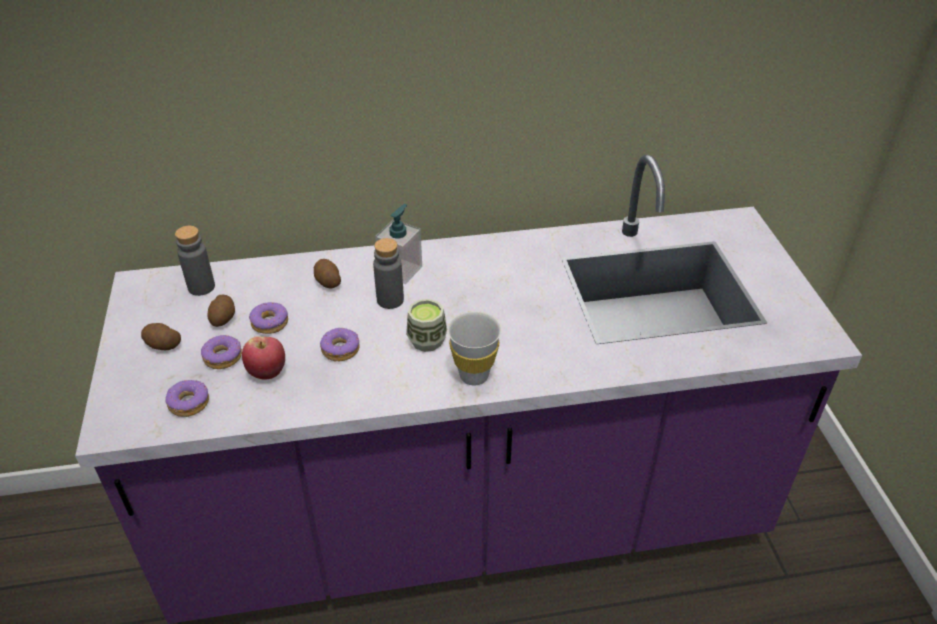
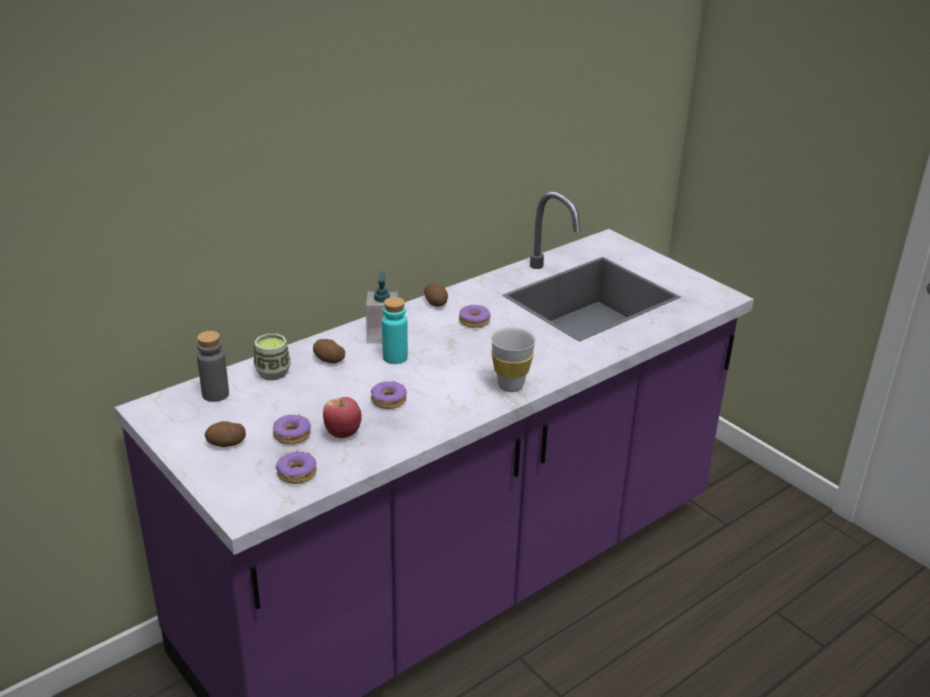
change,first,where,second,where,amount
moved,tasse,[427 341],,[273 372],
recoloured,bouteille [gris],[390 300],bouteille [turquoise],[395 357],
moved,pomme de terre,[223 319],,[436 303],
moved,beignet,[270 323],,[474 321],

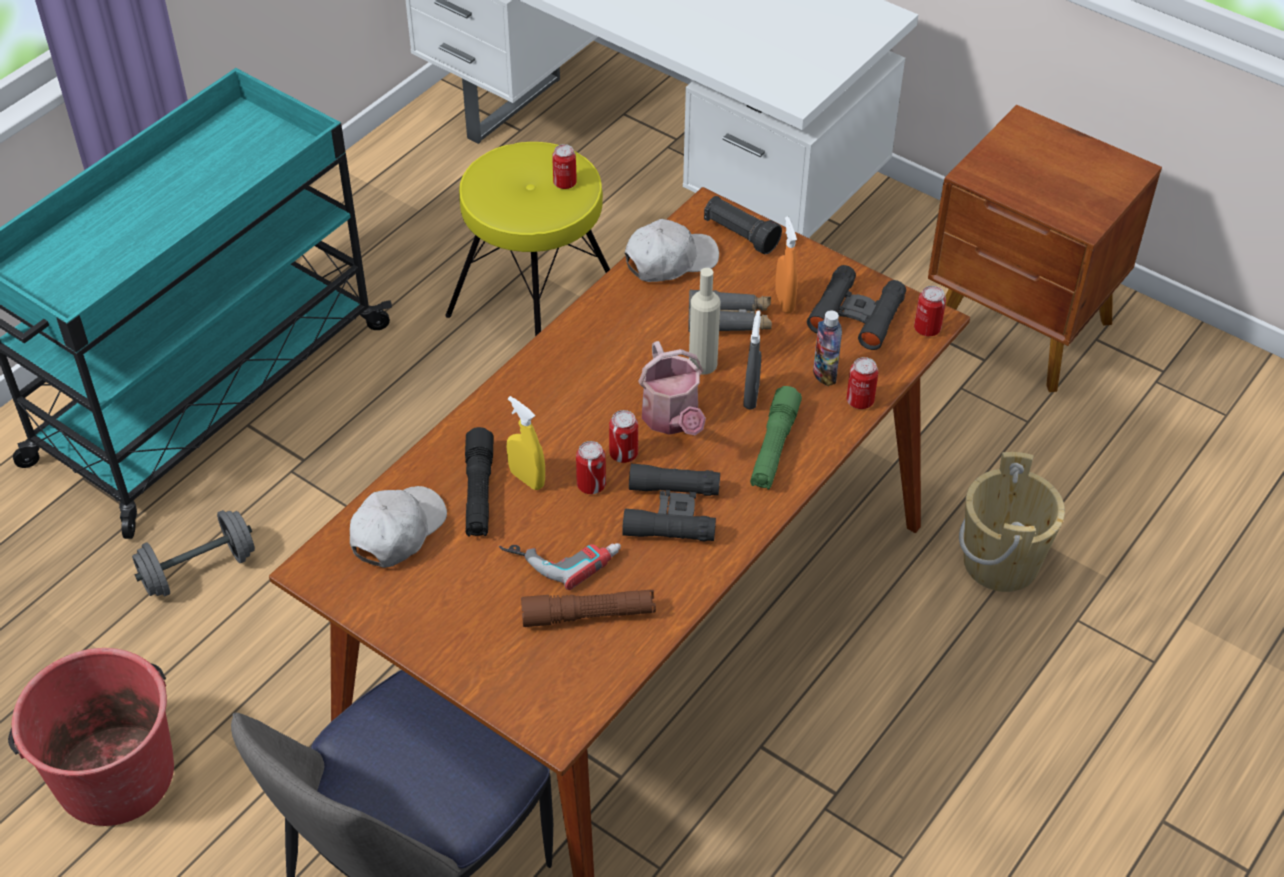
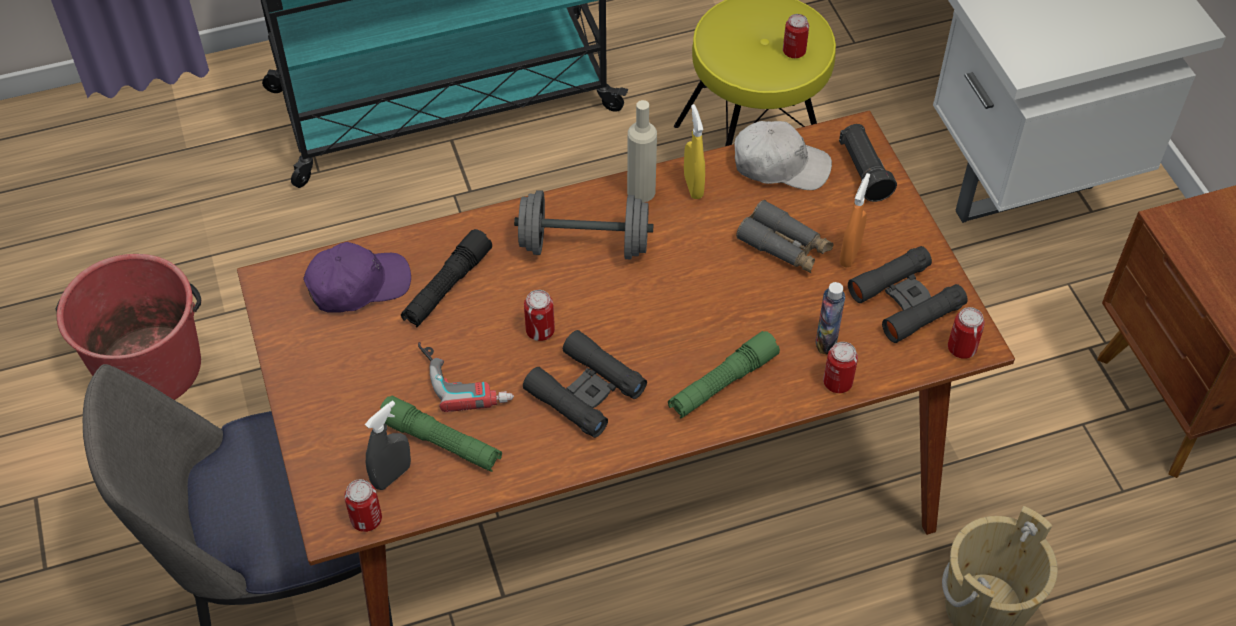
change,first,where,second,where,amount
recoloured,casquette [blanc],[397 531],casquette [violet],[357 285],
moved,boîte métallique,[623 454],,[366 519],
moved,vaporisateur [gris],[751 396],,[392 476],
recoloured,lampe de poche [marron],[588 615],lampe de poche [vert],[441 442],
moved,haltère [gris],[199 570],,[584 245],
moved,bouteille [beige],[703 364],,[641 191],
moved,vaporisateur [jaune],[527 479],,[693 186],
removed,arrosoir,[673 419],,,

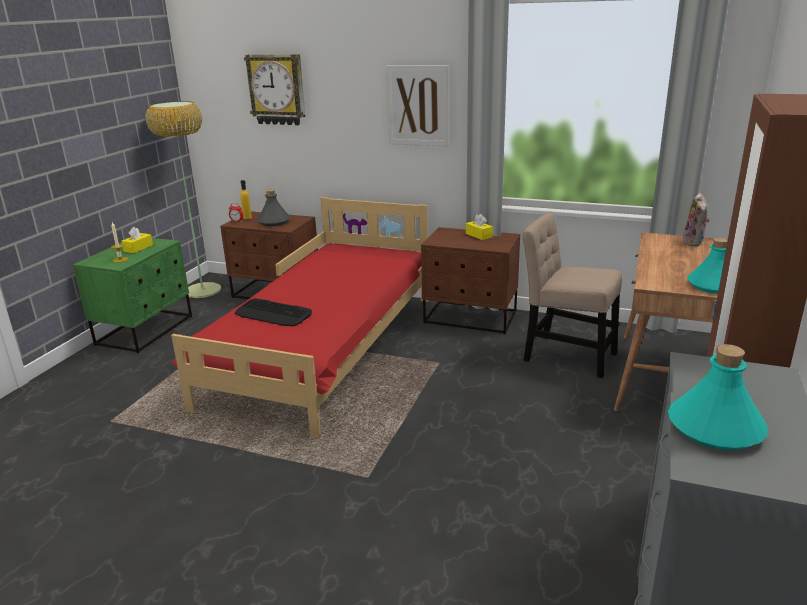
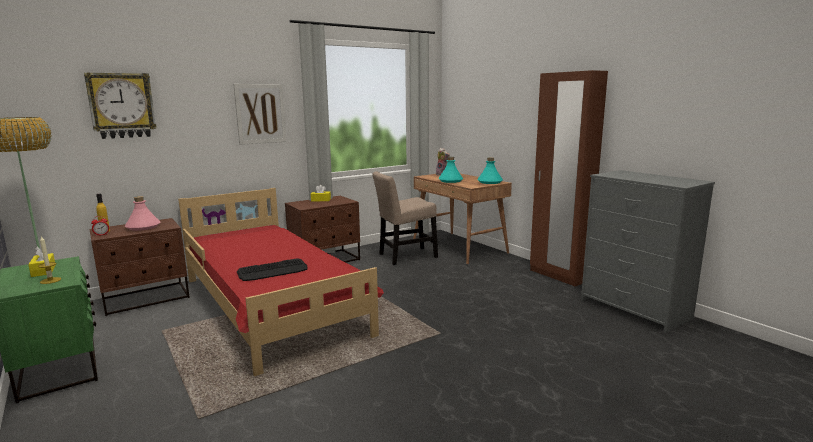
change,first,where,second,where,amount
recoloured,bouteille [gris],[274 222],bouteille [rose],[143 227],
moved,bouteille [turquoise],[715 428],,[450 181],

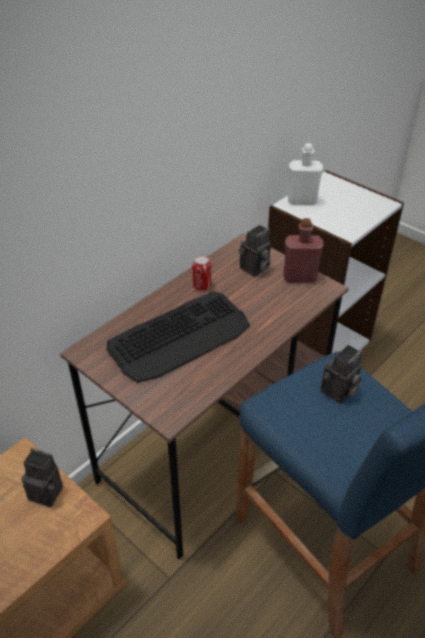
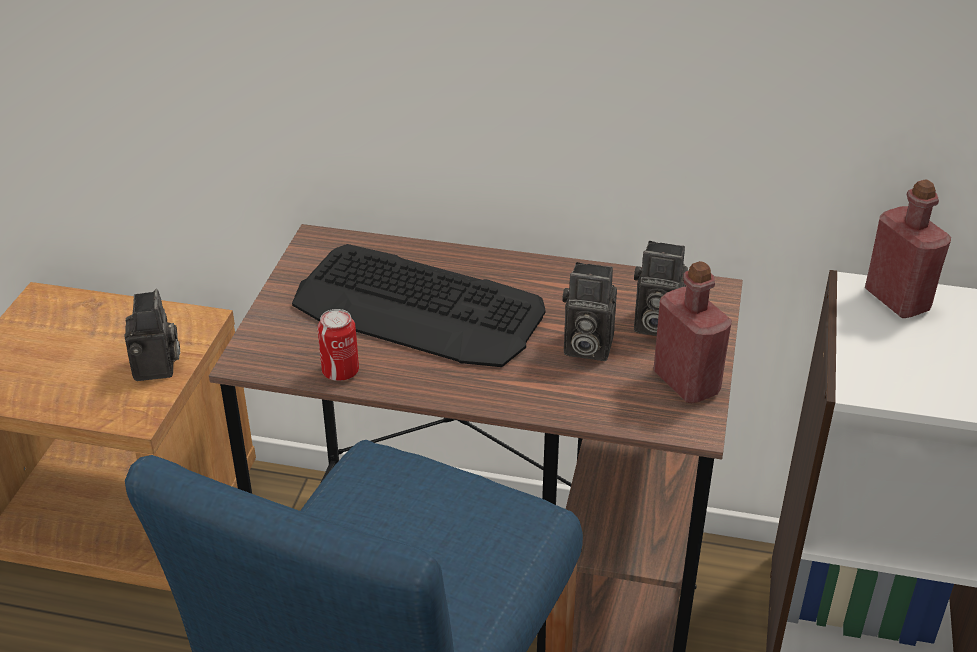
change,first,where,second,where,amount
moved,boîte métallique,[202 286],,[340 371],
moved,appareil photo,[338 392],,[585 347],
recoloured,bouteille [blanc],[302 200],bouteille [rouge],[897 300],

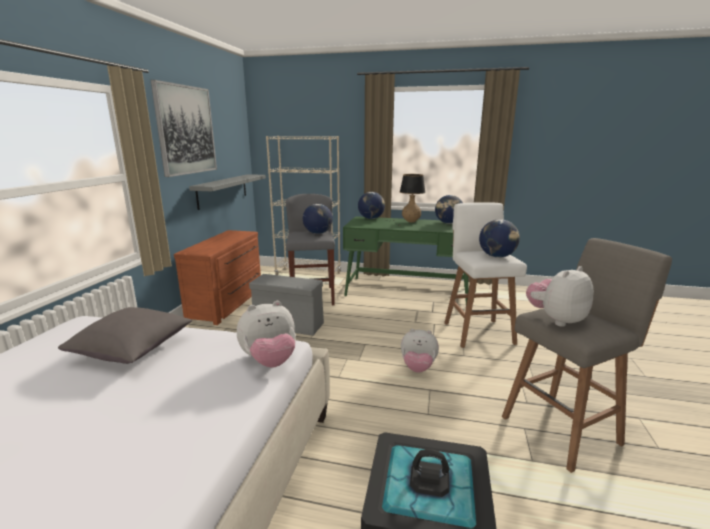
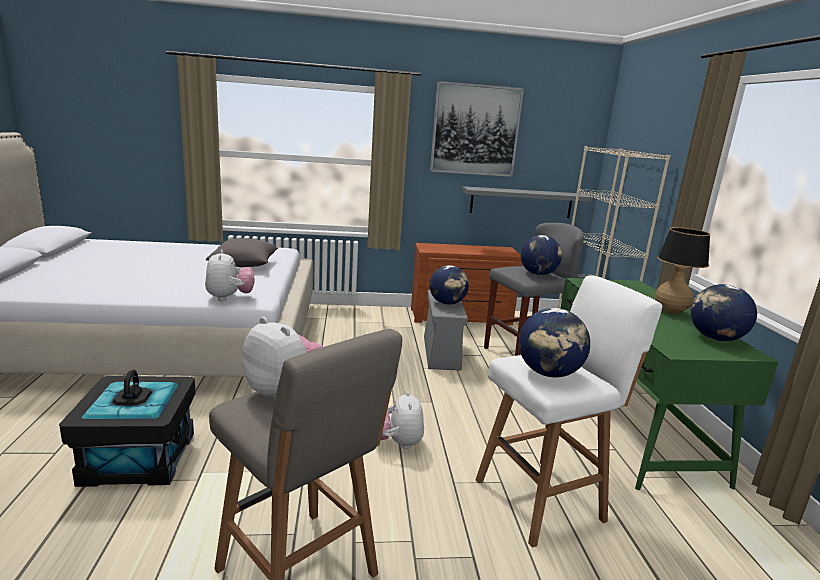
change,first,where,second,where,amount
turned,peluche,[270 361],,[229 298],150 degrees counterclockwise
moved,globe,[371 218],,[447 303],

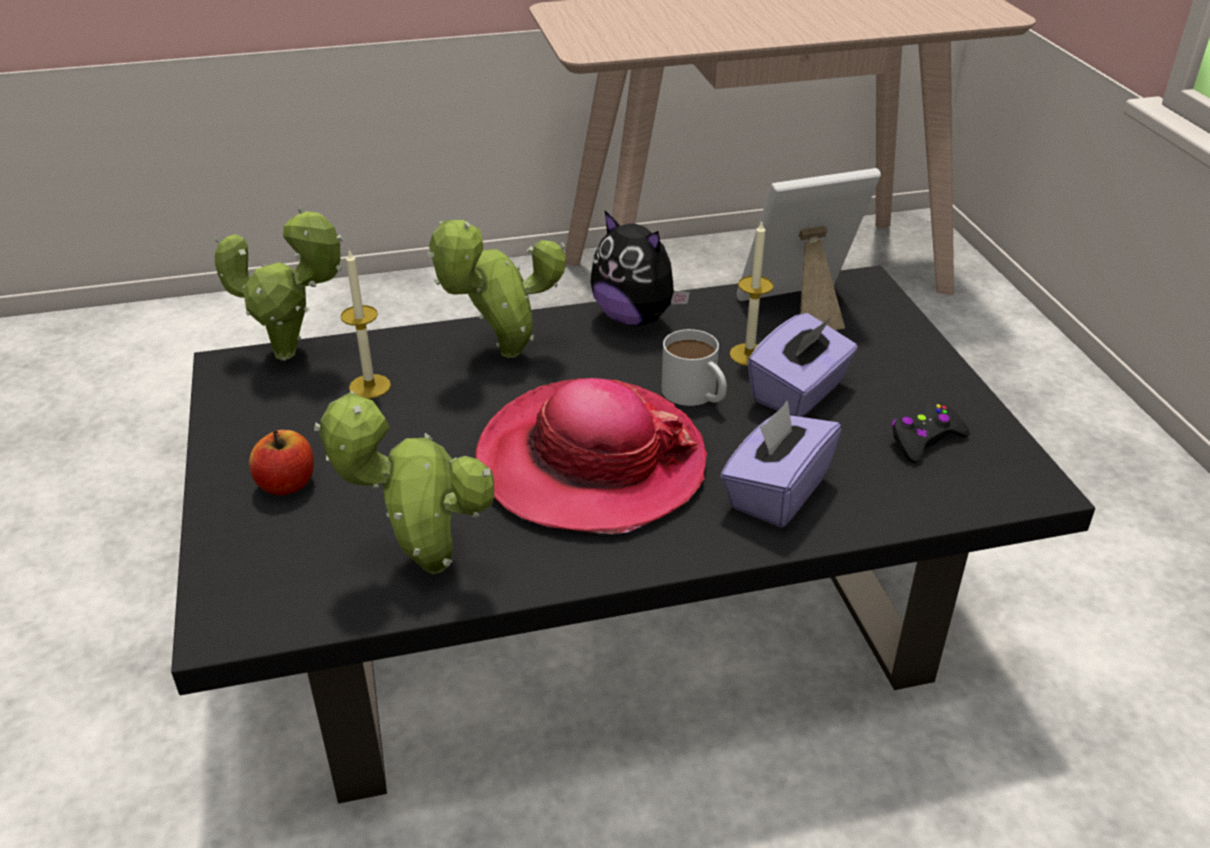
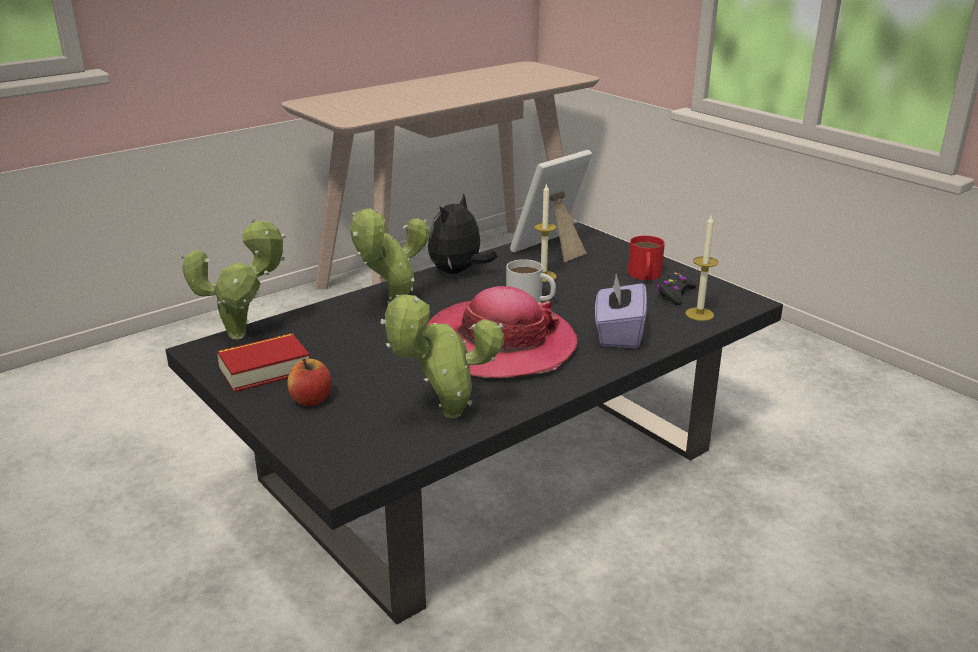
change,first,where,second,where,amount
added,,,livre,[264 370],
turned,peluche,[635 318],,[458 272],105 degrees clockwise
added,,,mug [rouge],[645 276],
moved,bougie,[370 386],,[699 314],
removed,boîte à mouchoirs [violet],[799 393],,,

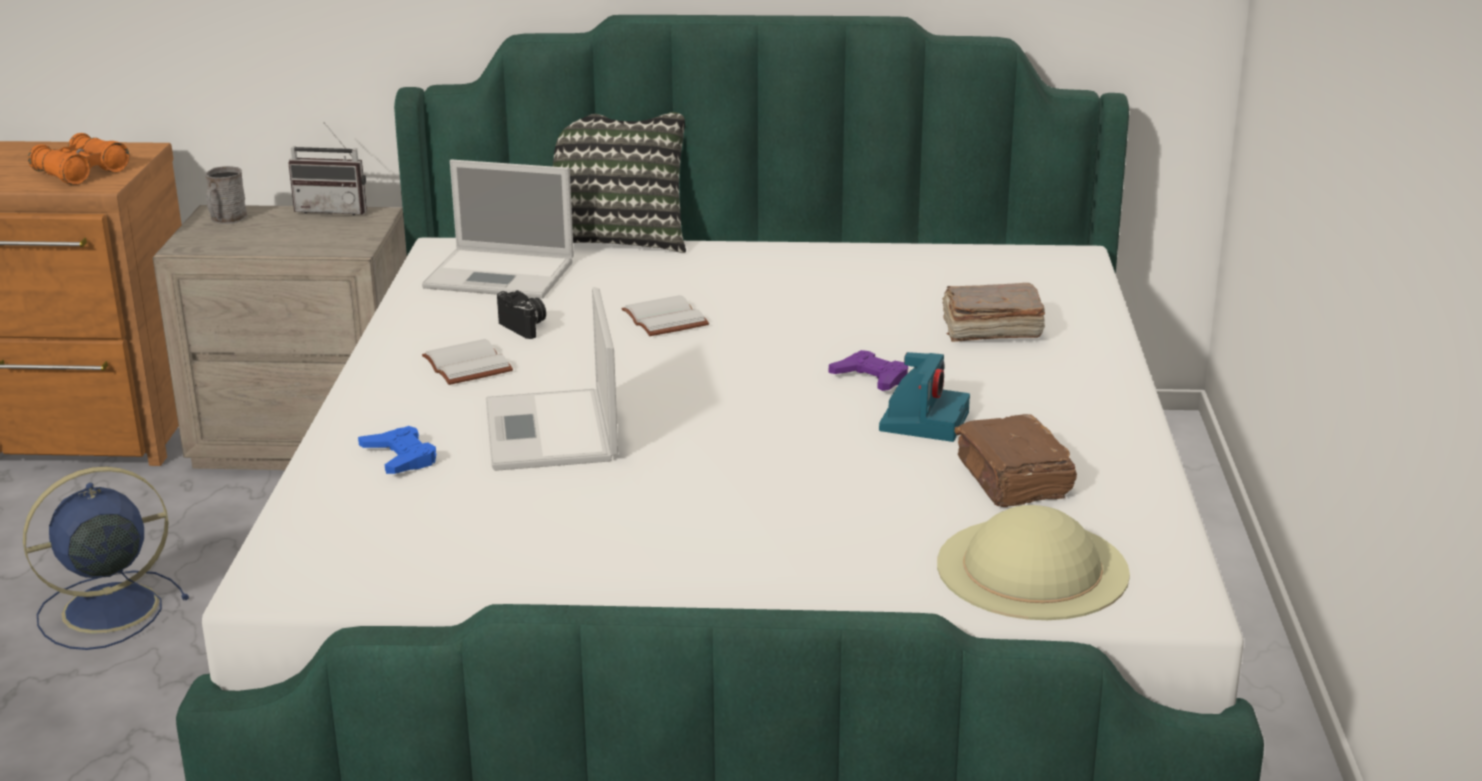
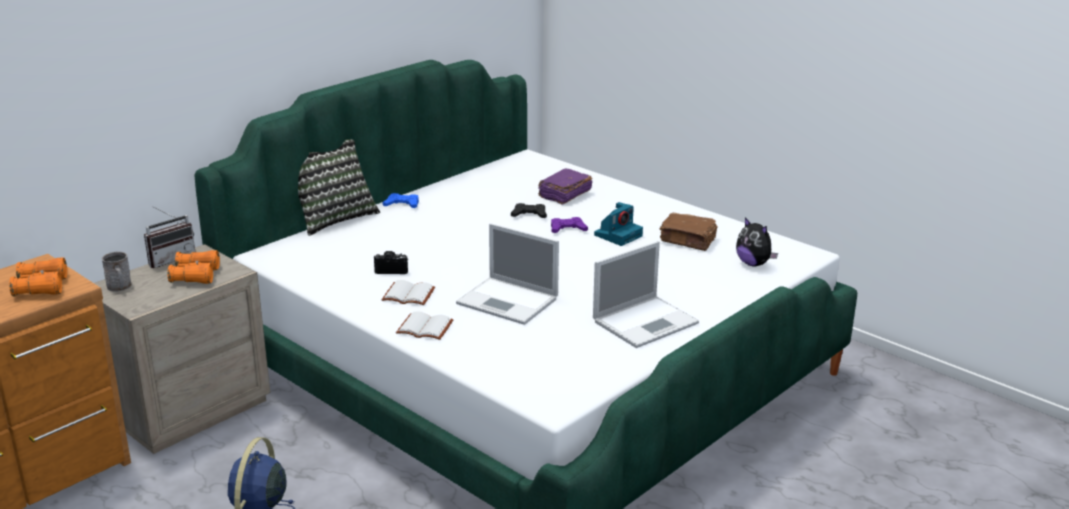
change,first,where,second,where,amount
added,,,jumelles [orange],[195 276],
moved,manette [bleu],[400 458],,[402 204],
moved,livre [blanc],[667 319],,[426 327],
added,,,manette [noir],[529 215],
recoloured,livre [marron],[990 330],livre [violet],[564 195],
moved,ordinateur portable,[502 274],,[646 321],
turned,appareil photo,[924 420],,[618 235],75 degrees clockwise
replaced,chapeau [beige],[1032 568],peluche,[753 264],

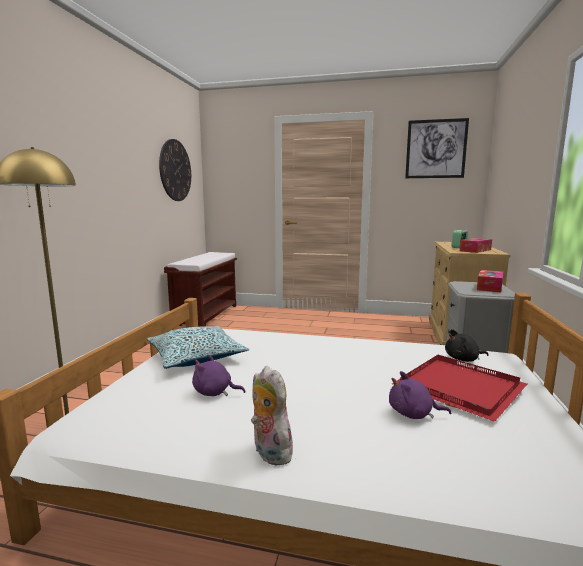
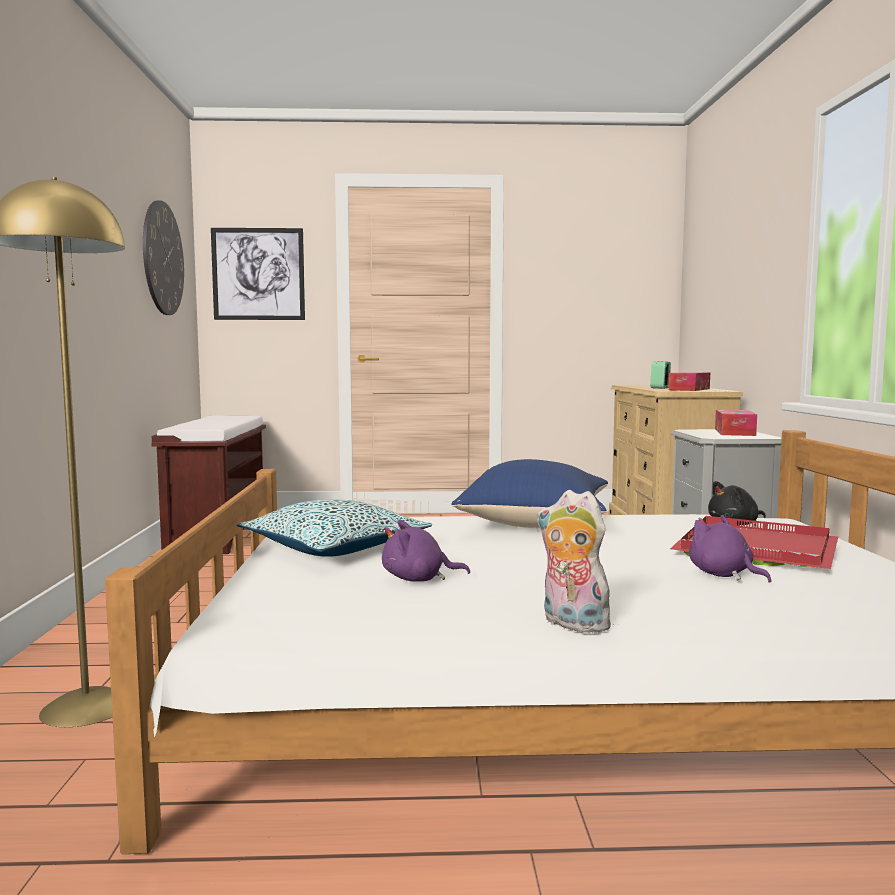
change,first,where,second,where,amount
moved,tableau,[436 149],,[258 274],
added,,,coussin [bleu],[535 525],
turned,peluche [violet],[413 414],,[723 575],60 degrees clockwise

